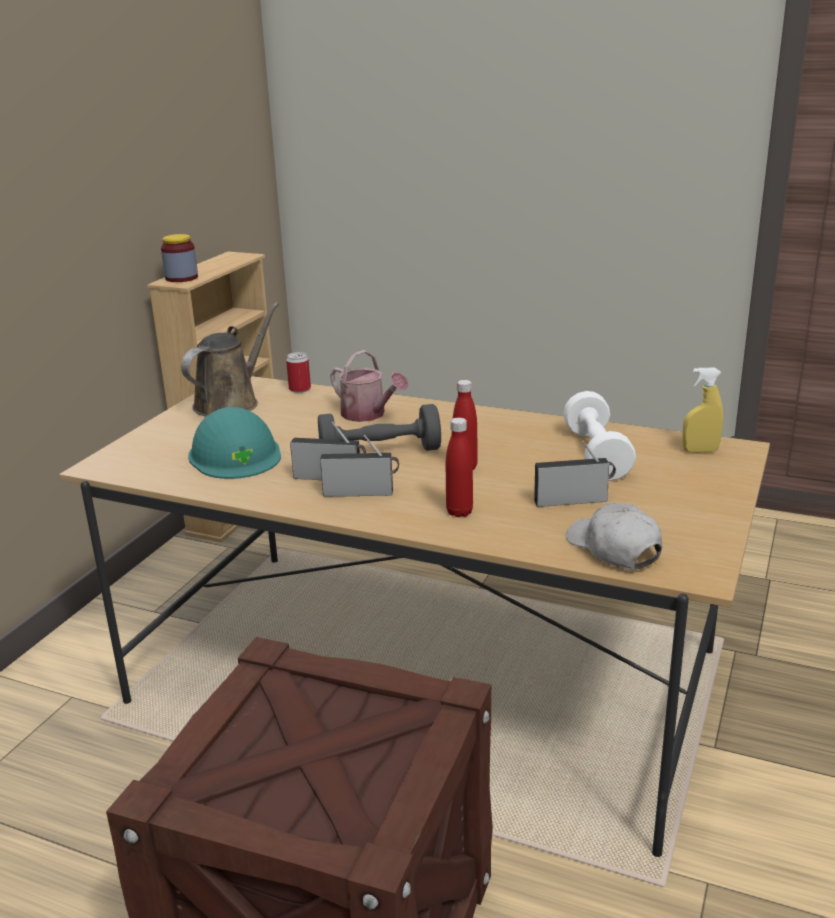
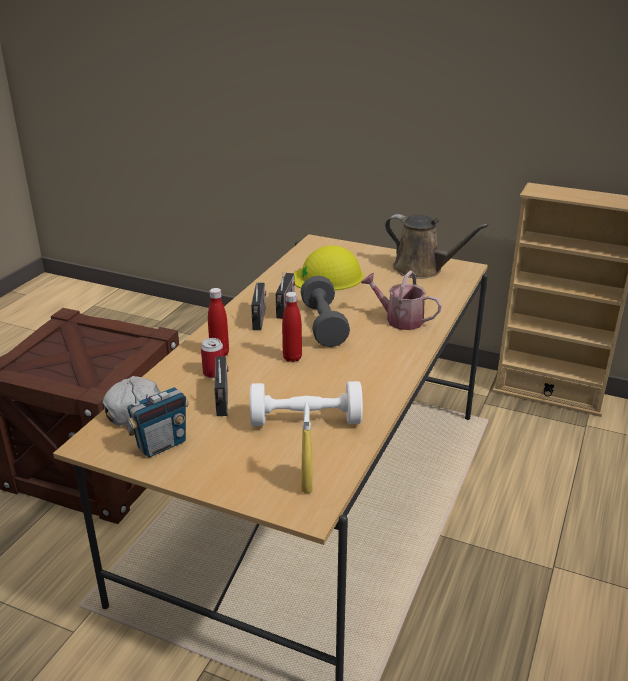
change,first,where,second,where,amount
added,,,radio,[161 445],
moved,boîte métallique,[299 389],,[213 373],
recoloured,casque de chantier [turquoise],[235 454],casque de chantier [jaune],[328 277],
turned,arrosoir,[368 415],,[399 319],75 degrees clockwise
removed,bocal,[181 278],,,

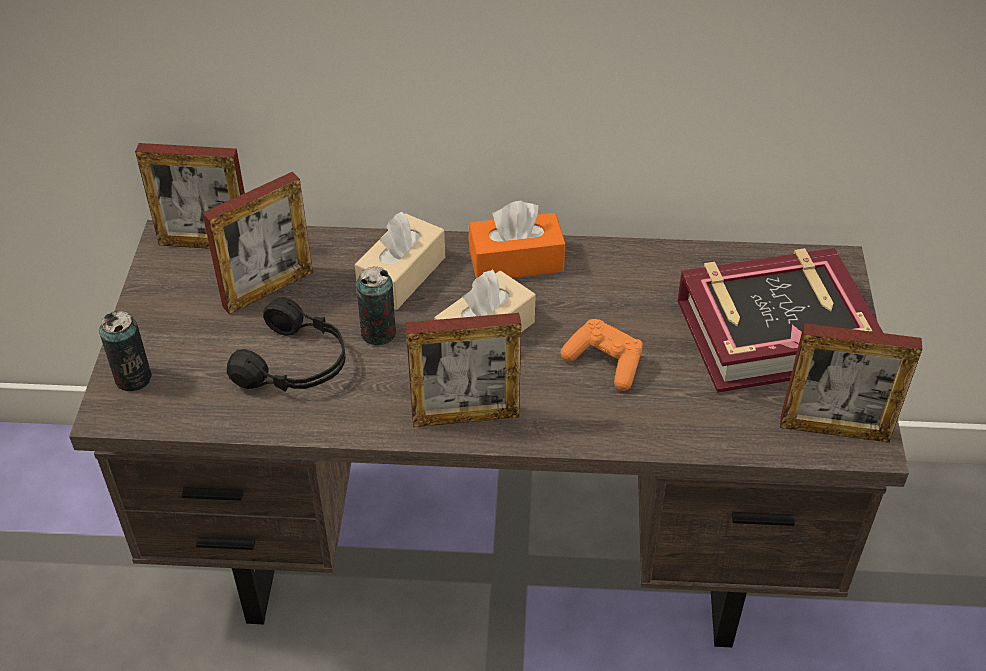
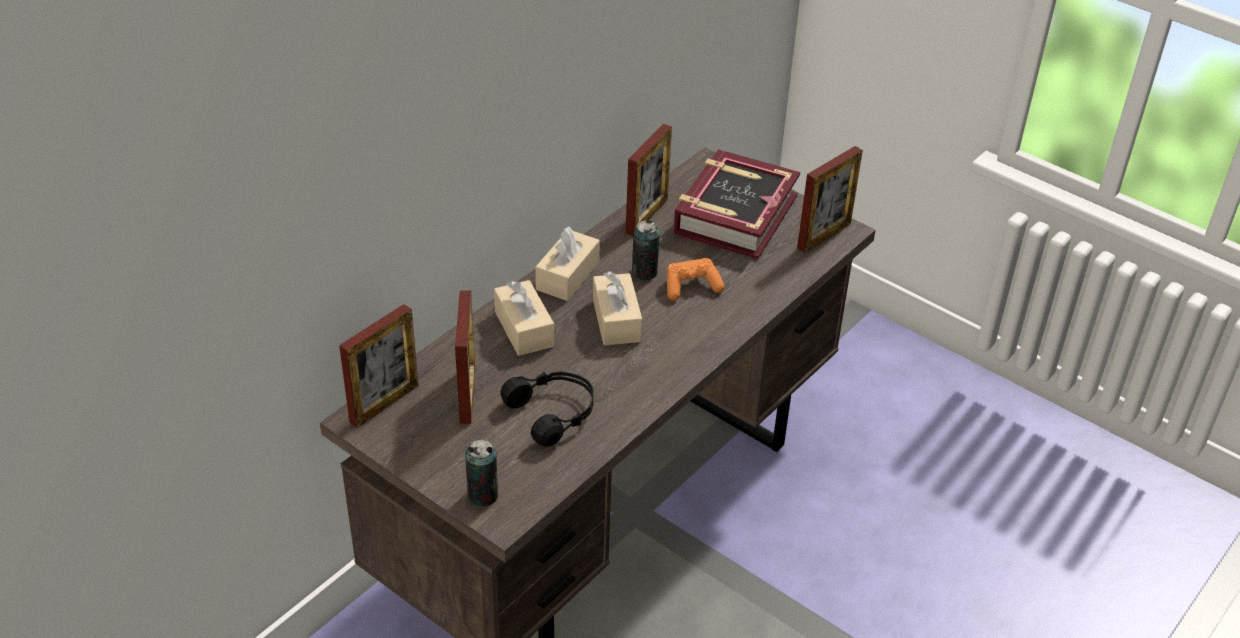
change,first,where,second,where,amount
recoloured,boîte à mouchoirs [orange],[516 261],boîte à mouchoirs [beige],[567 276],
moved,cadre photo,[465 416],,[646 216],
moved,boîte métallique,[378 333],,[644 272],

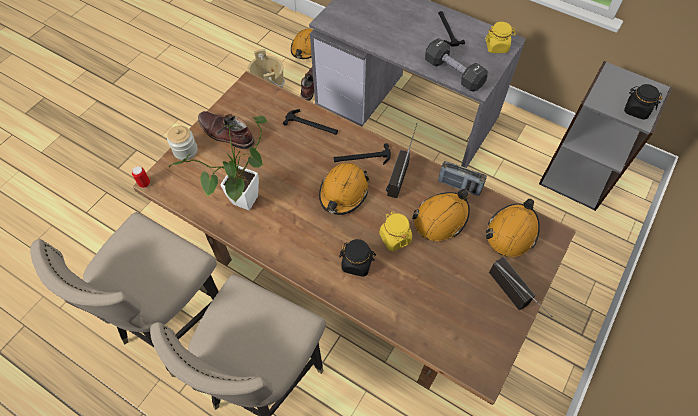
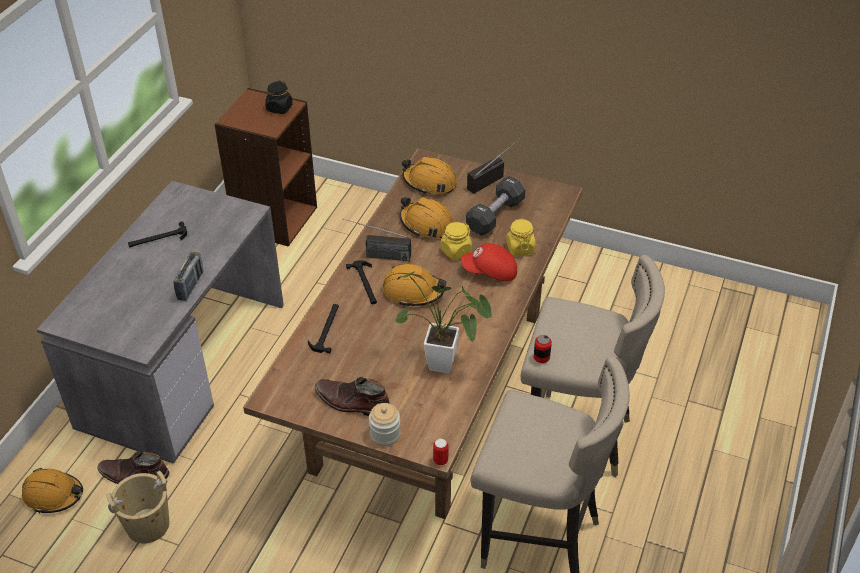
change,first,where,second,where,amount
moved,radio,[459 185],,[190 286],
recoloured,bibliothèque [gris],[577 176],bibliothèque [marron],[274 218],
turned,botte [marron],[226 134],,[352 402],90 degrees clockwise
replaced,bocal [noir],[357 263],casquette [rouge],[490 272],
moved,haltère [noir],[453 73],,[495 216],
moved,bocal [jaune],[497 47],,[520 248],
added,,,boîte métallique,[541 357],

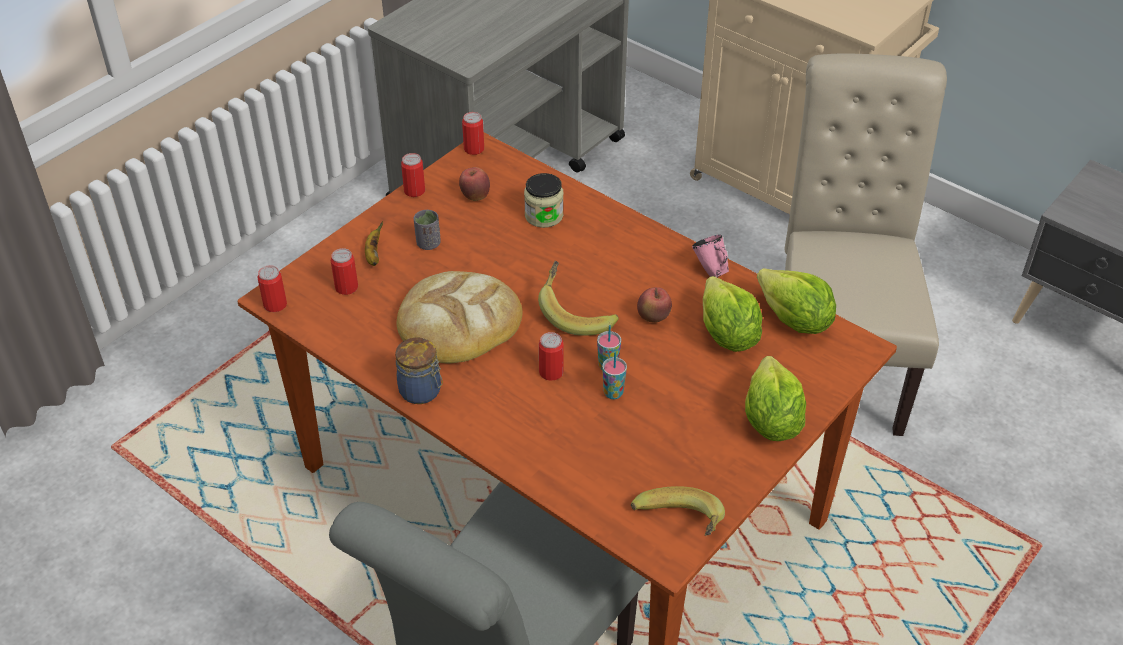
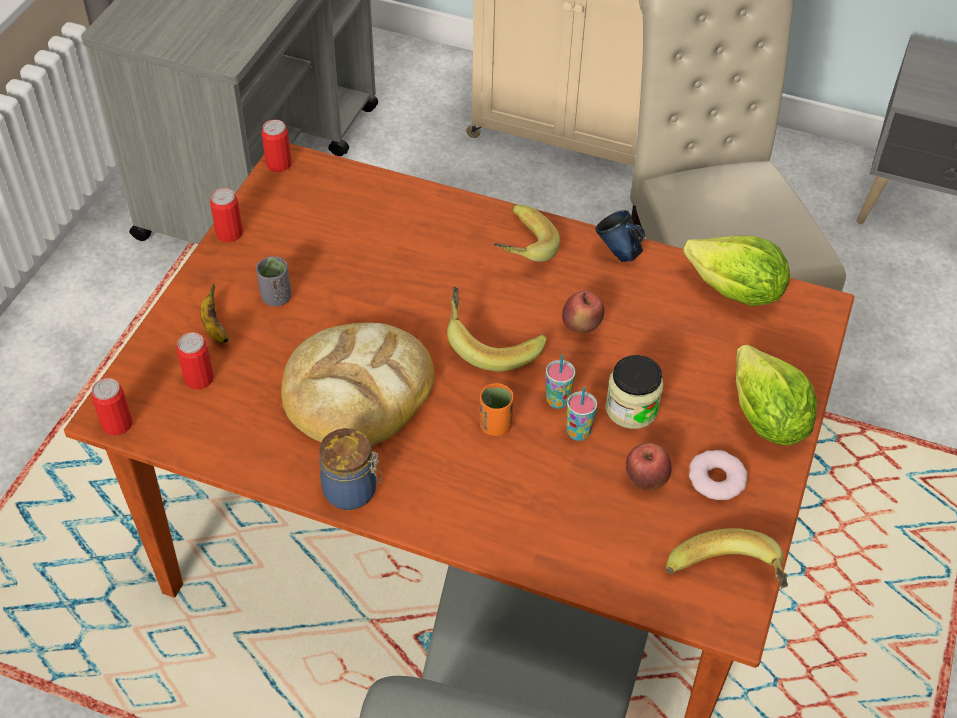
change,first,where,second,where,amount
replaced,boîte métallique,[551 372],tasse [orange],[495 425],
added,,,banane,[517 250],
recoloured,mug [rose],[710 271],mug [bleu],[618 254],
moved,bocal,[544 215],,[631 409],
moved,pomme,[475 196],,[645 480],
added,,,beignet,[716 479],
removed,laitue,[727 335],,,

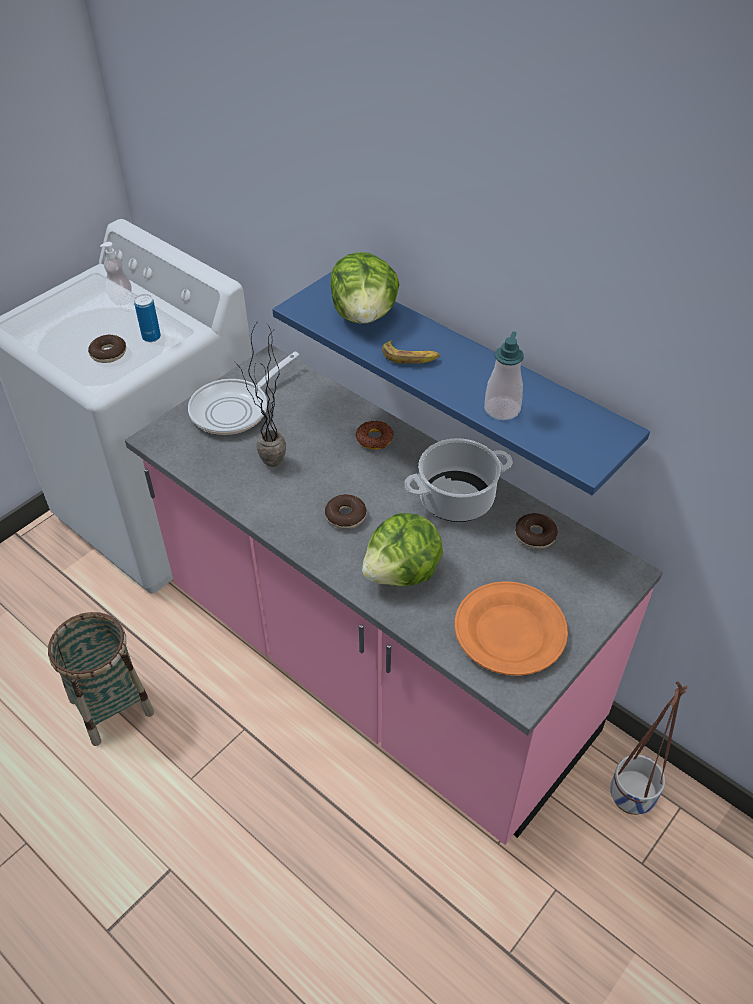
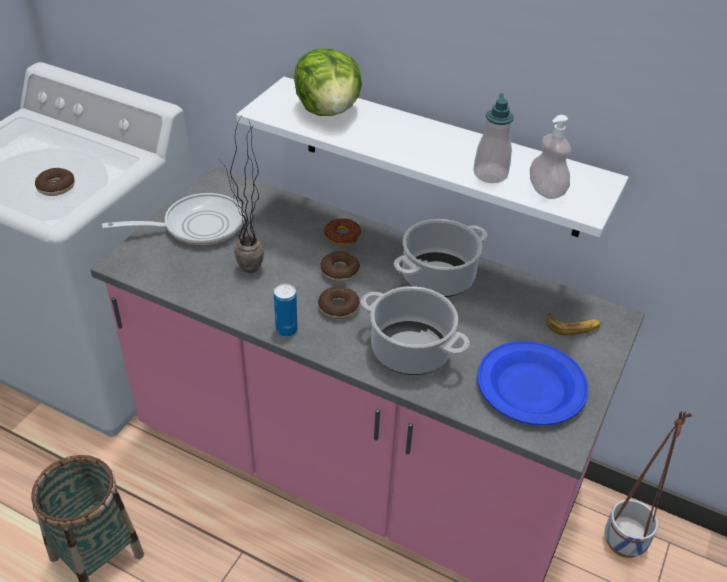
change,first,where,second,where,amount
turned,poêle,[235 409],,[197 226],135 degrees counterclockwise
recoloured,étagère [bleu],[474 376],étagère [blanc],[440 157],
moved,boîte métallique,[151 337],,[286 330],
moved,beignet,[535 535],,[340 271],
replaced,laitue,[403 573],marmite,[412 350],
recoloured,assiette [orange],[510 631],assiette [bleu],[531 386],
moved,distributeur de savon,[121 299],,[546 191],
moved,banane,[410 357],,[573 327],

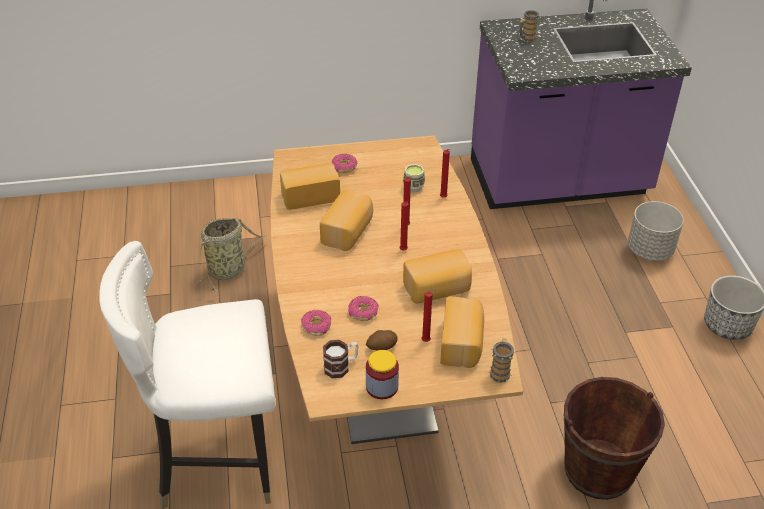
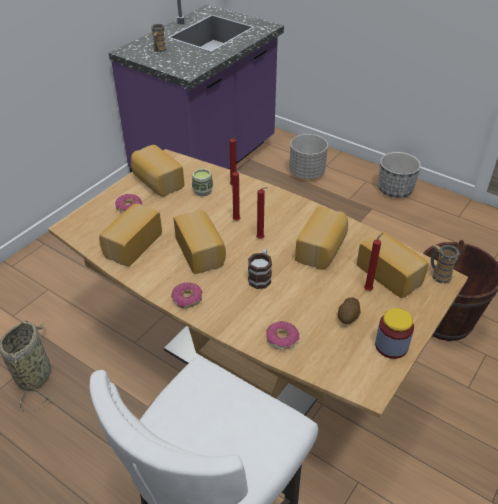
change,first,where,second,where,amount
added,,,pain,[157 182],
moved,beignet,[363 312],,[187 299],
moved,mug,[341 366],,[261 276],

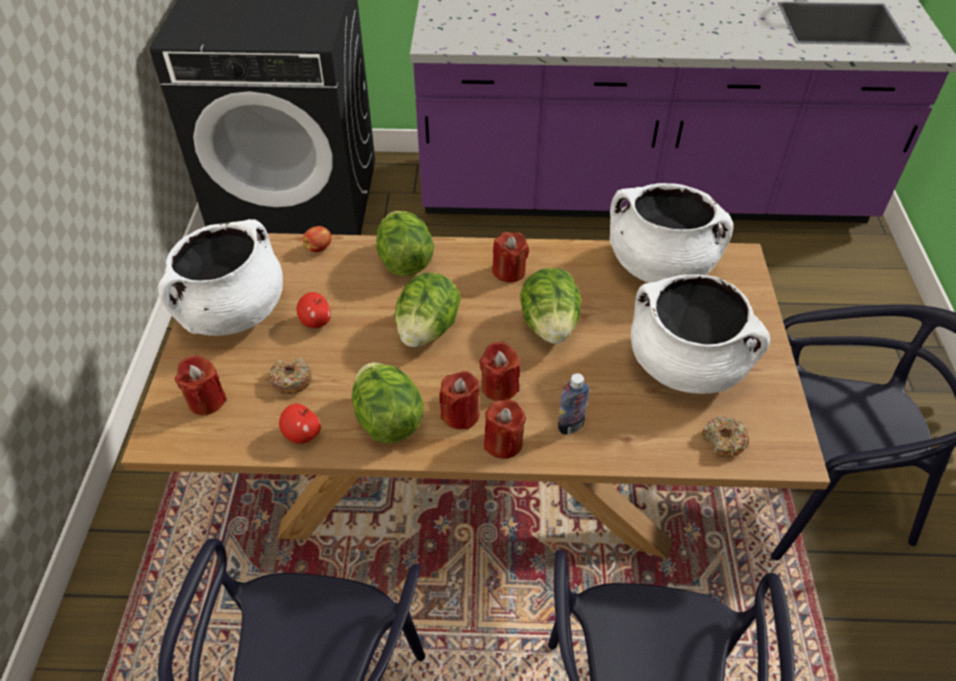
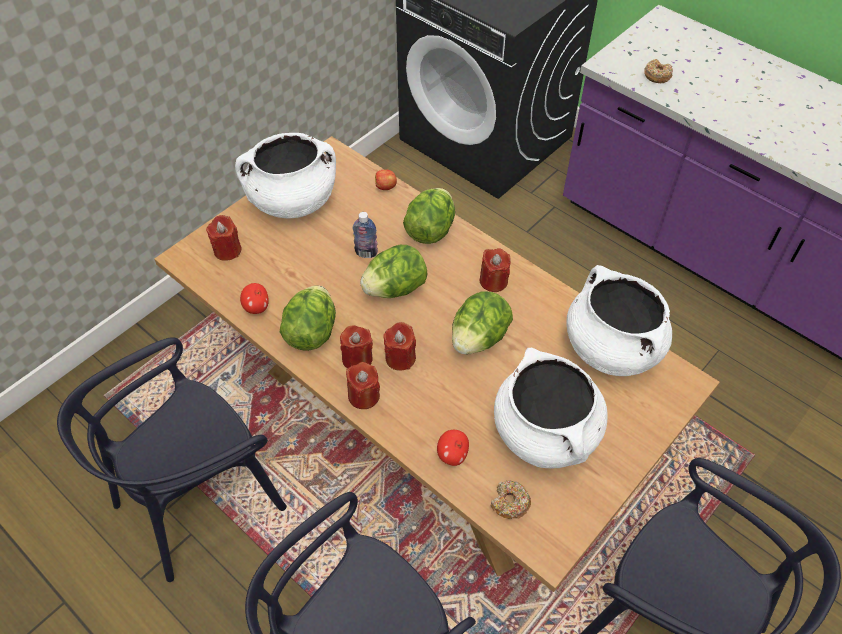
change,first,where,second,where,amount
moved,bouteille,[570 426],,[366 253],
moved,pomme,[316 322],,[452 455],
moved,beignet,[291 380],,[657 75],

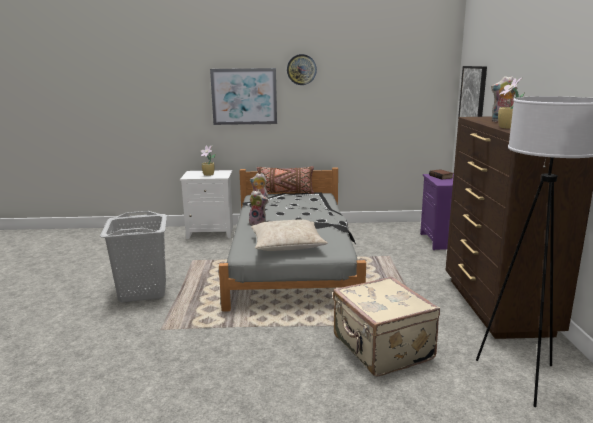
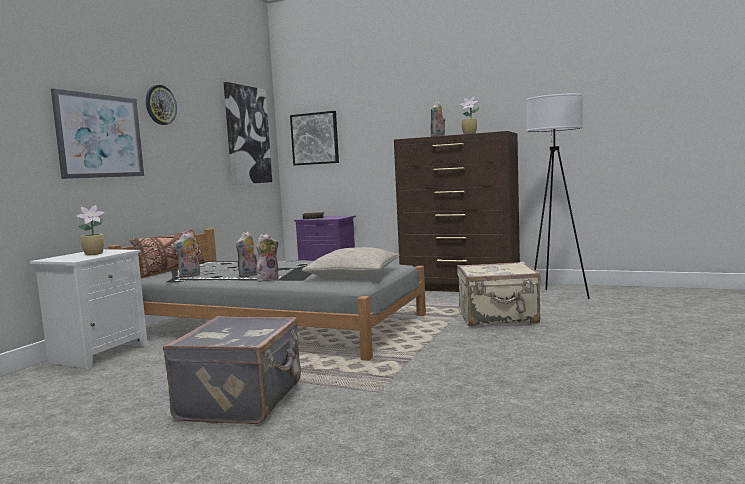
change,first,where,second,where,amount
replaced,panier à linge [gris],[143 291],valise [gris],[243 400],
added,,,tableau,[247 135],
added,,,peluche,[249 275],

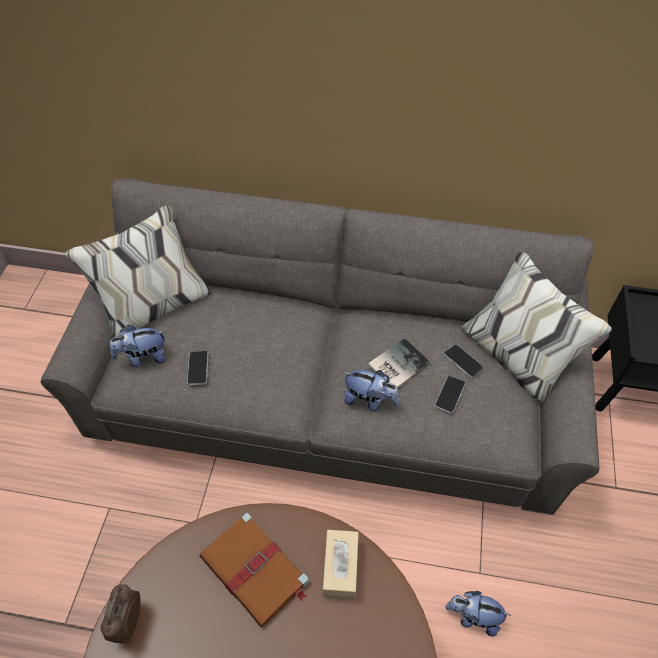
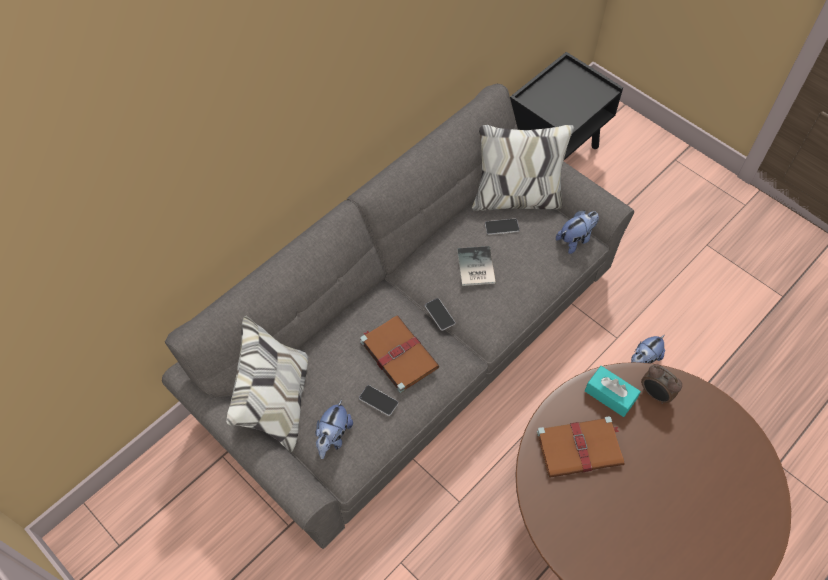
change,first,where,second,where,amount
added,,,livre [marron],[398 354],
moved,téléphone,[450 394],,[439 314],
moved,peluche,[369 400],,[575 239],
recoloured,boîte à mouchoirs [beige],[340 568],boîte à mouchoirs [turquoise],[610 395],
moved,réveil,[127 623],,[655 394],

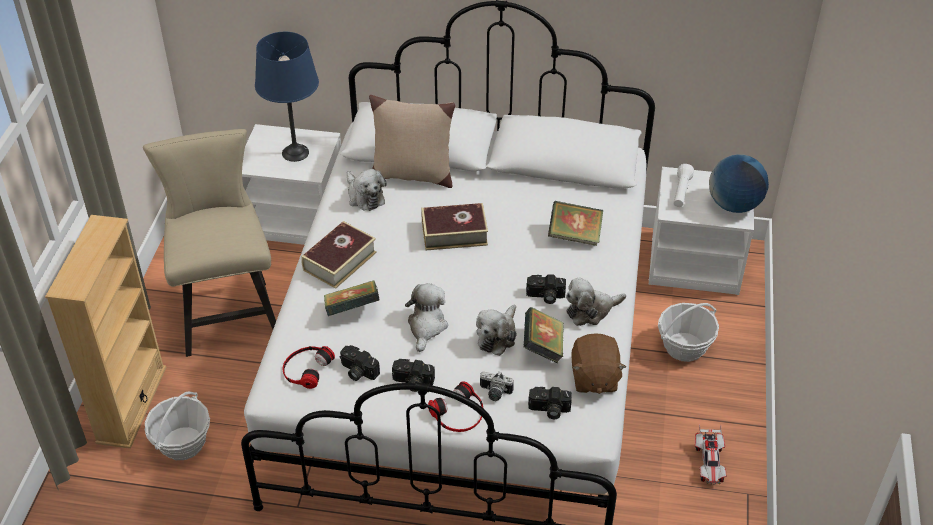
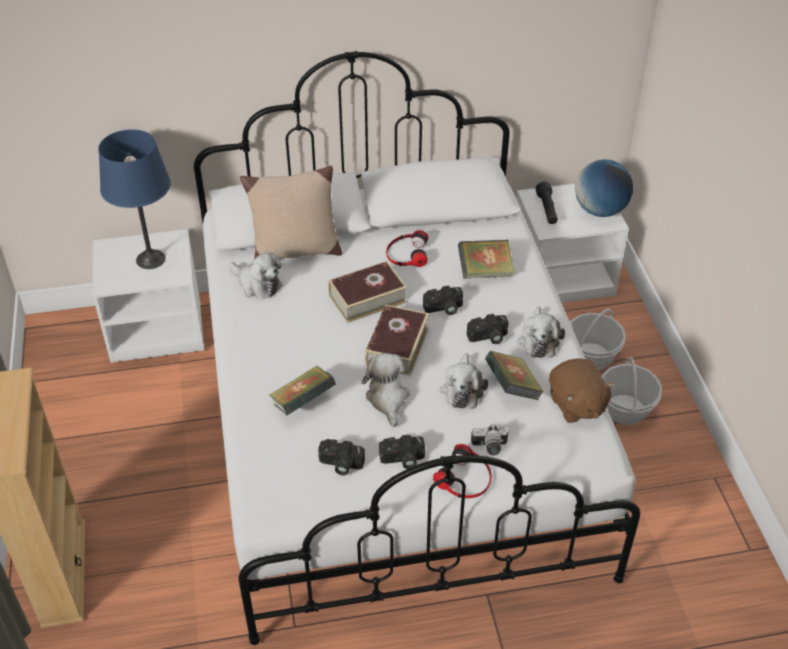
change,first,where,second,where,amount
moved,livre,[339 261],,[397 346],
moved,casque audio,[306 369],,[407 254],
moved,appareil photo,[549 410],,[443 309],
turned,peluche,[591 310],,[538 340],45 degrees counterclockwise
recoloured,lampe de poche [blanc],[681 192],lampe de poche [noir],[547 210],
moved,panier,[182 443],,[625 409],
removed,chaise [beige],[228 311],,,
removed,petite voiture,[709 463],,,

